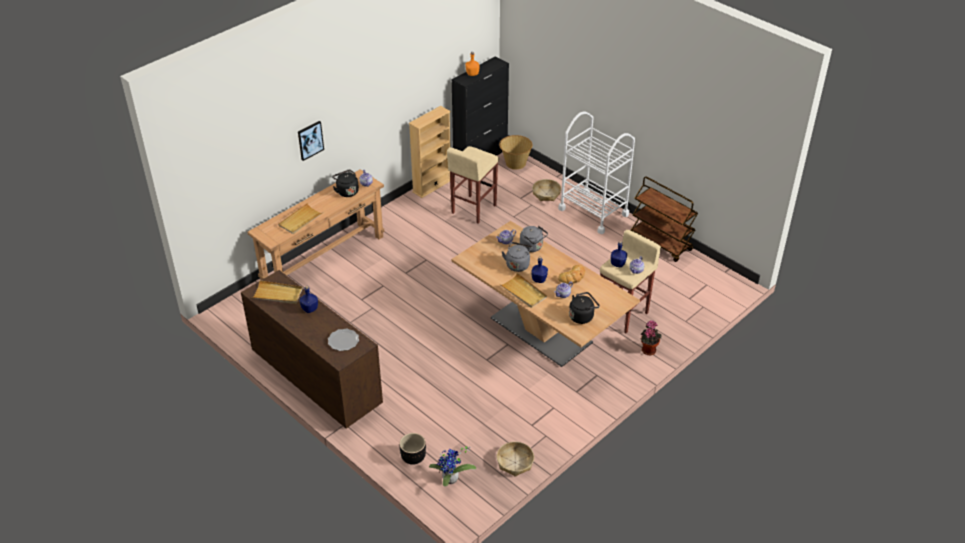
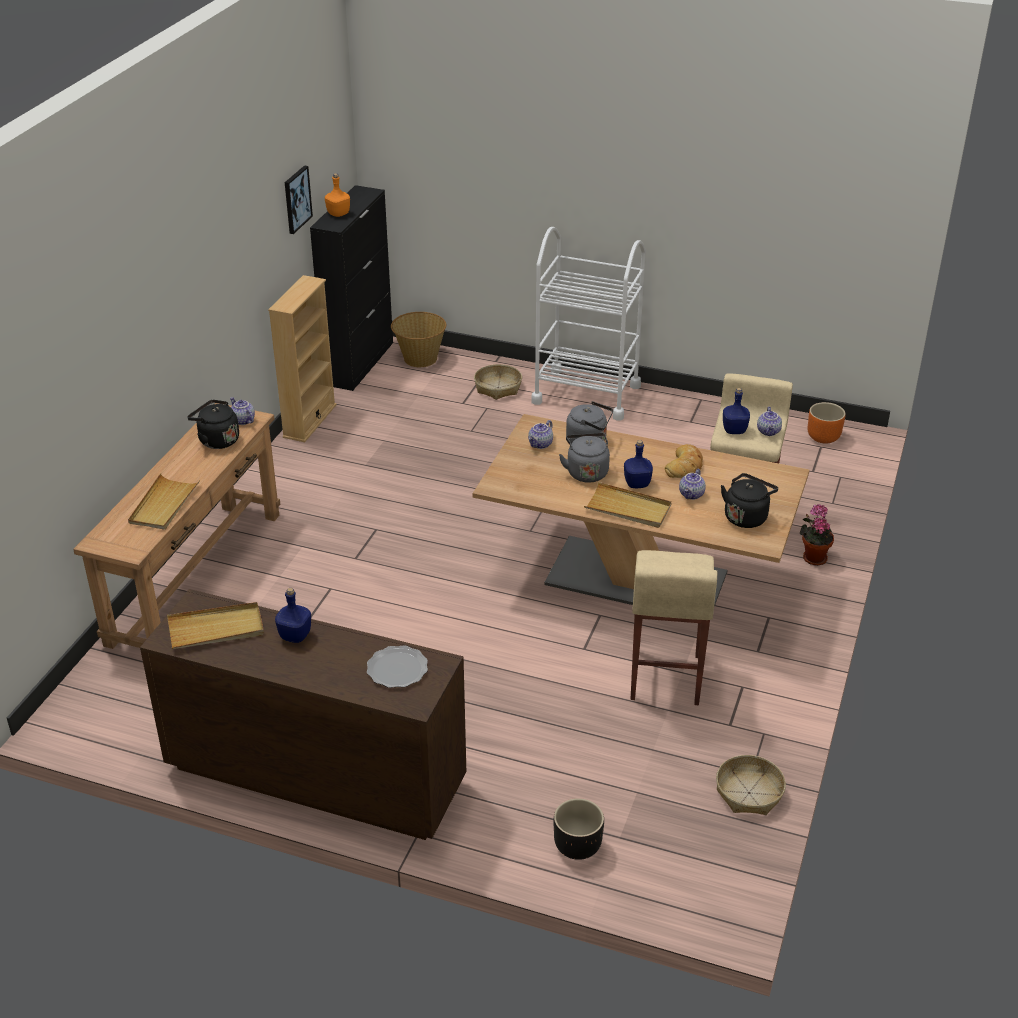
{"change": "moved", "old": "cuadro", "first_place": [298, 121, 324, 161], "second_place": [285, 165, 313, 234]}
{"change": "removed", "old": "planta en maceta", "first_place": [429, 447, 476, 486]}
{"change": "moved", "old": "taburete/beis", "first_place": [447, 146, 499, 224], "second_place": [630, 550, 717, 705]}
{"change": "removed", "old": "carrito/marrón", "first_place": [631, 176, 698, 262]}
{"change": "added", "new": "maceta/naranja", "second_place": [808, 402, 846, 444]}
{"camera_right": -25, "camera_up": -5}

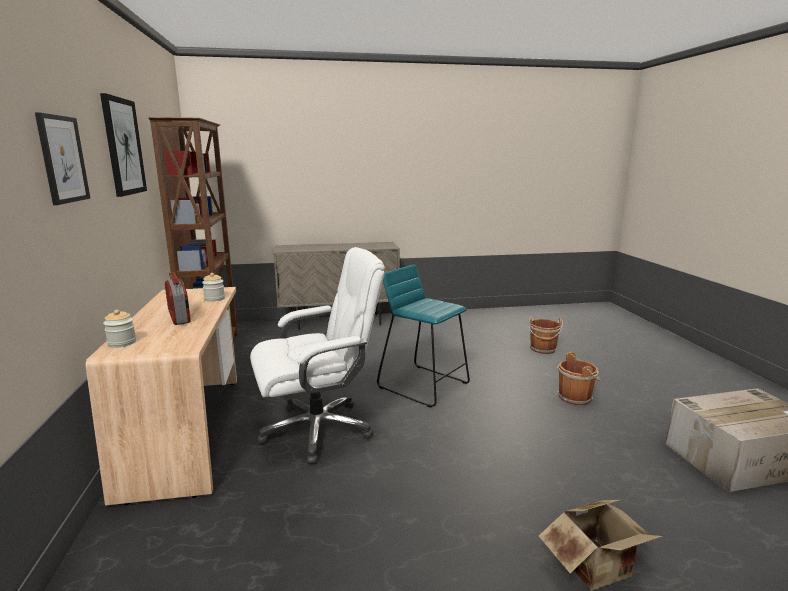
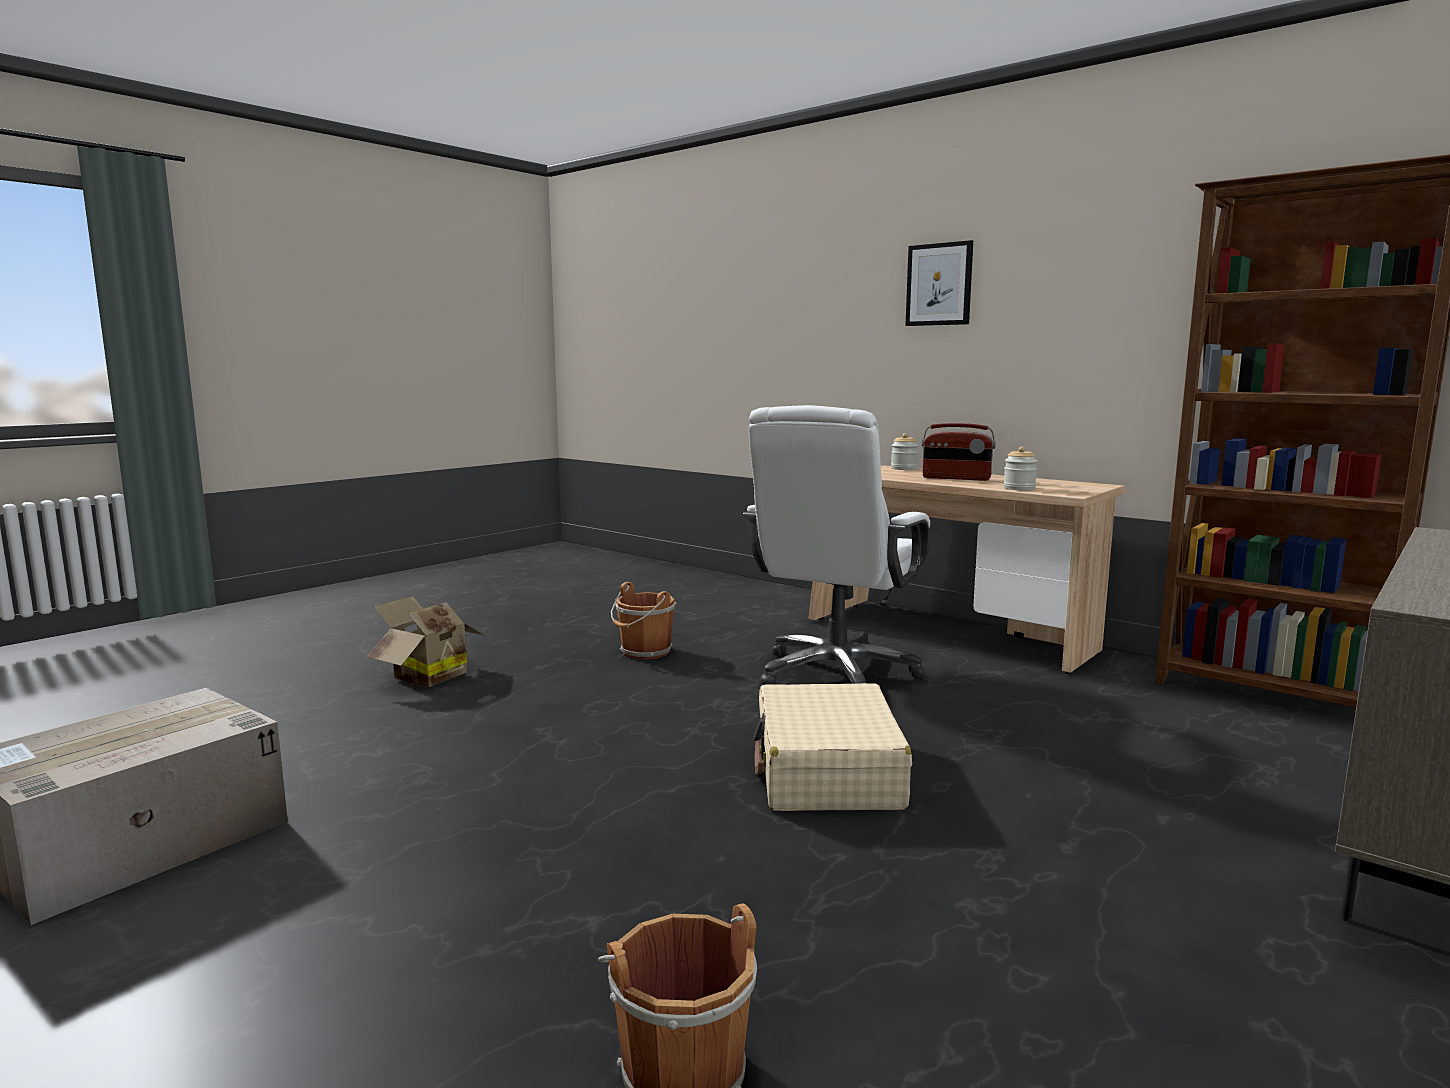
{"change": "removed", "old": "cuadro", "first_place": [100, 93, 147, 197]}
{"change": "replaced", "old": "taburete/turquesa", "new": "maleta/beis", "first_place": [377, 265, 470, 407], "second_place": [753, 683, 912, 811]}
{"change": "moved", "old": "cubo/marrón", "first_place": [557, 352, 601, 405], "second_place": [611, 582, 676, 660]}
{"camera_right": 140, "camera_up": -5}

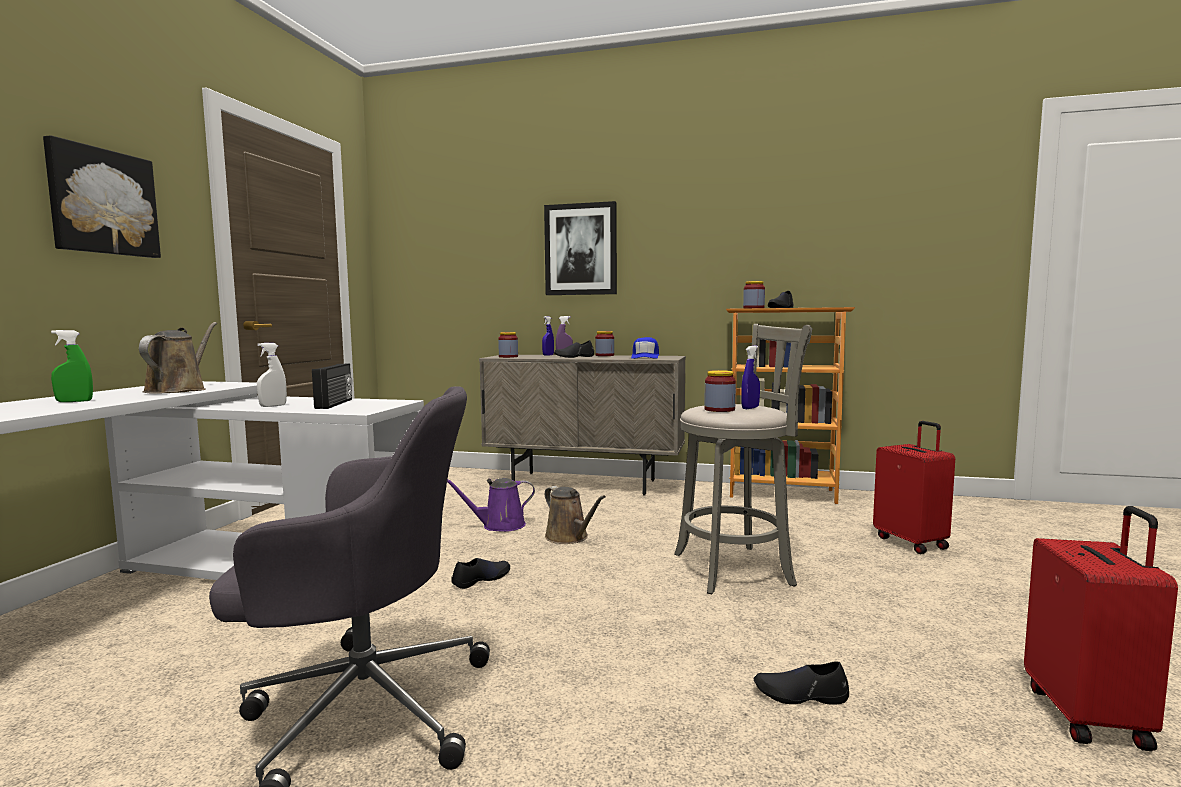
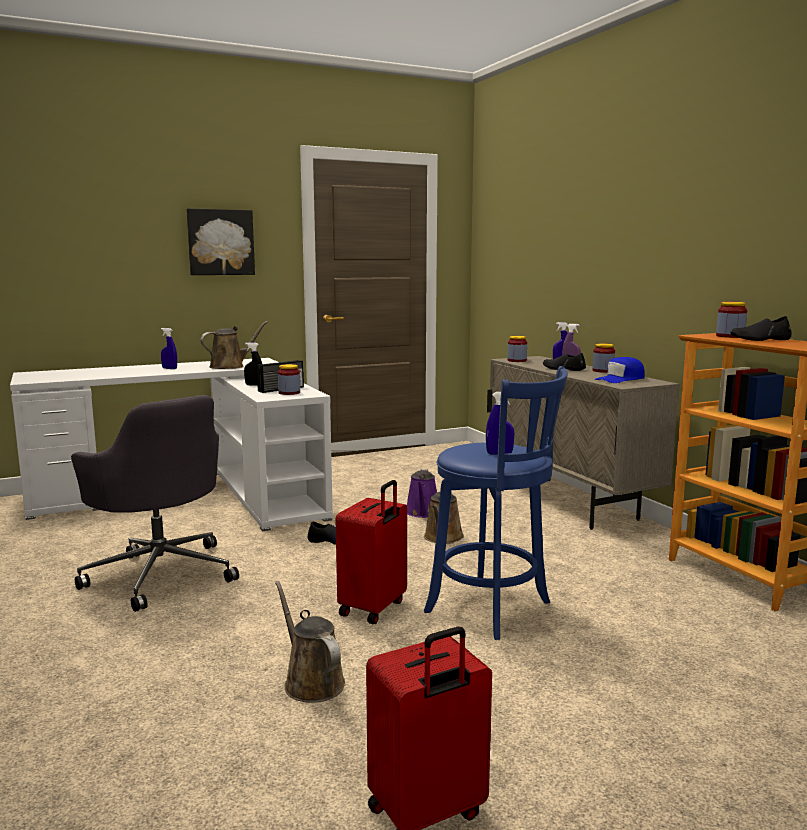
{"change": "recoloured", "old": "pulverizador/verde", "new": "pulverizador/azul", "first_place": [51, 330, 93, 402], "second_place": [161, 328, 177, 369]}
{"change": "recoloured", "old": "pulverizador/blanco", "new": "pulverizador/negro", "first_place": [257, 343, 287, 407], "second_place": [244, 342, 262, 386]}
{"change": "turned", "old": "regadera/morado", "first_place": [447, 478, 535, 532], "second_place": [407, 469, 437, 518], "degrees": -120}
{"change": "removed", "old": "cuadro", "first_place": [544, 201, 617, 295]}
{"change": "recoloured", "old": "taburete/gris", "new": "taburete/azul", "first_place": [674, 324, 812, 594], "second_place": [424, 366, 568, 640]}
{"change": "moved", "old": "tarro", "first_place": [704, 370, 736, 412], "second_place": [278, 364, 300, 395]}
{"change": "replaced", "old": "zapato/negro", "new": "regadera/marrón", "first_place": [754, 661, 849, 705], "second_place": [275, 581, 345, 703]}
{"change": "moved", "old": "maleta/rojo", "first_place": [873, 421, 955, 554], "second_place": [335, 480, 407, 624]}
{"camera_right": 50, "camera_up": 5}

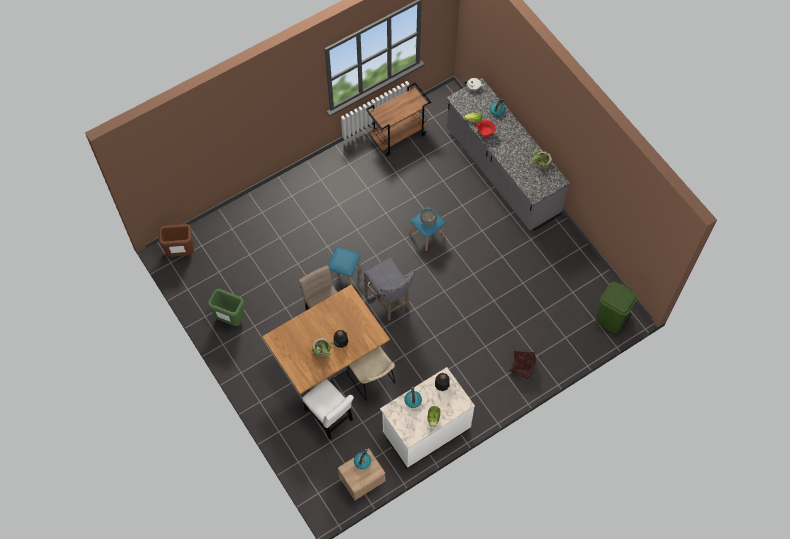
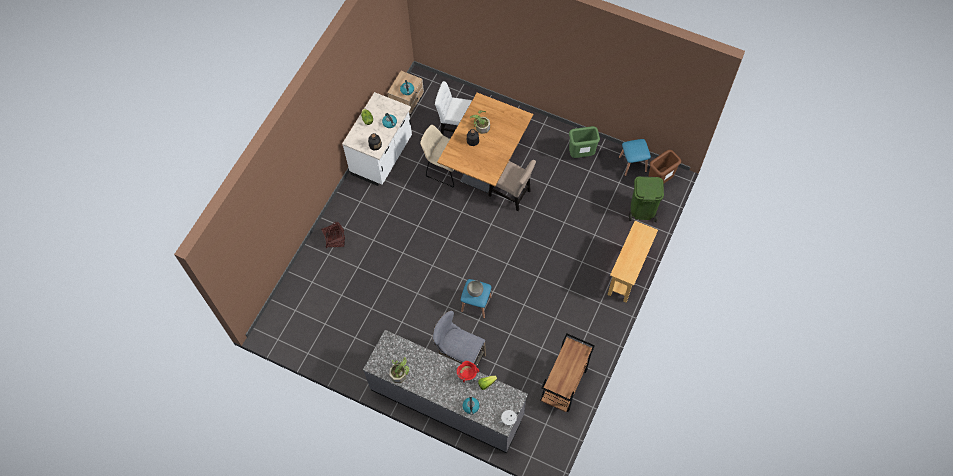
{"change": "moved", "old": "taburete/azul", "first_place": [328, 247, 361, 286], "second_place": [619, 139, 651, 176]}
{"change": "moved", "old": "taburete/gris", "first_place": [364, 258, 415, 320], "second_place": [432, 310, 486, 367]}
{"change": "moved", "old": "papelera/verde", "first_place": [595, 282, 638, 333], "second_place": [629, 176, 664, 222]}
{"change": "added", "new": "mesa consola/beis", "second_place": [608, 221, 658, 302]}
{"camera_right": 150, "camera_up": 0}

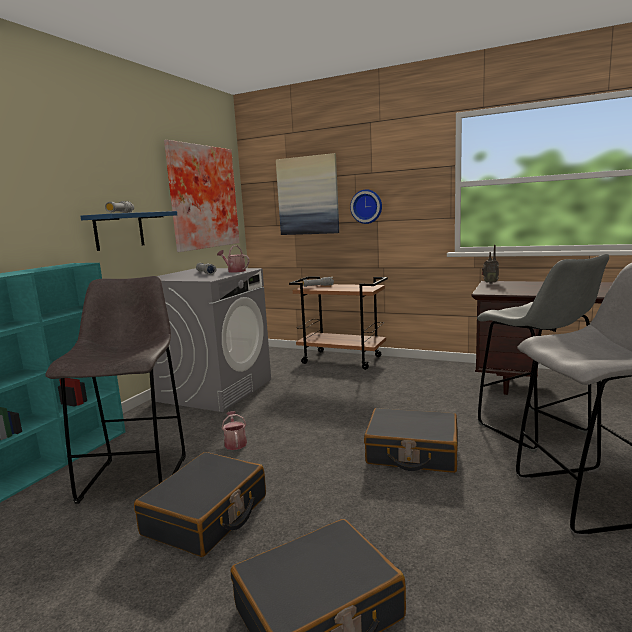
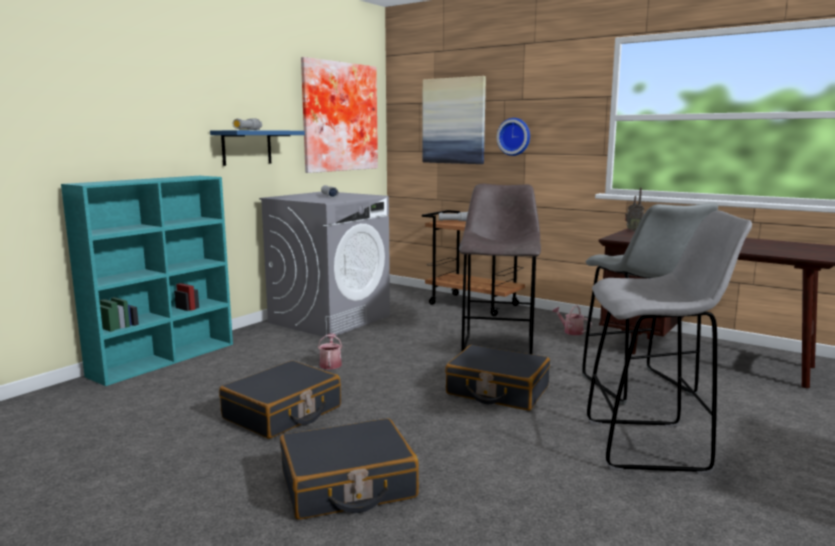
{"change": "moved", "old": "taburete/gris", "first_place": [45, 276, 186, 504], "second_place": [459, 184, 541, 354]}
{"change": "moved", "old": "regadera", "first_place": [217, 245, 249, 273], "second_place": [552, 305, 591, 335]}
{"camera_right": 10, "camera_up": 0}

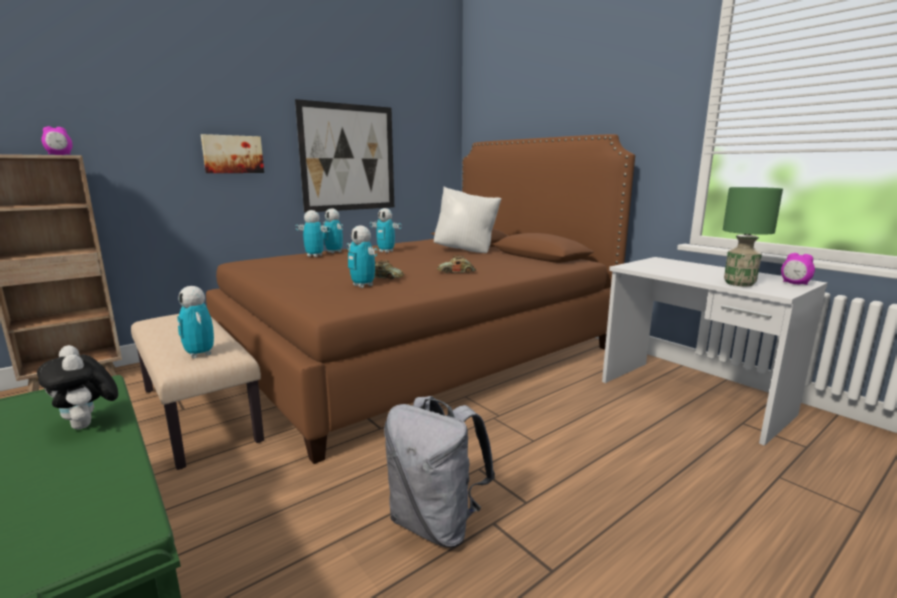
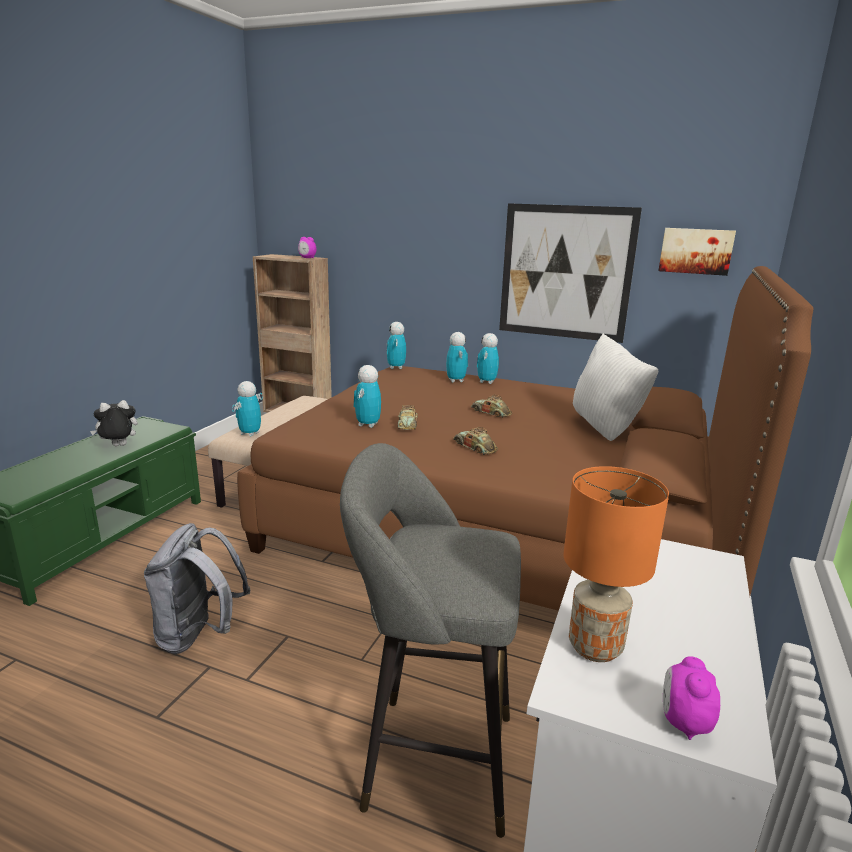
{"change": "turned", "old": "peluche", "first_place": [37, 345, 118, 430], "second_place": [90, 400, 138, 446], "degrees": 45}
{"change": "moved", "old": "cuadro", "first_place": [201, 134, 264, 173], "second_place": [659, 228, 736, 276]}
{"change": "moved", "old": "robot de juguete", "first_place": [370, 208, 402, 253], "second_place": [387, 322, 406, 369]}
{"change": "recoloured", "old": "lámpara de mesa/verde", "new": "lámpara de mesa/naranja", "first_place": [723, 187, 783, 287], "second_place": [563, 466, 669, 662]}
{"change": "added", "new": "taburete/gris", "second_place": [340, 443, 521, 838]}
{"change": "added", "new": "coche de juguete", "second_place": [471, 395, 512, 418]}
{"camera_right": 60, "camera_up": 5}

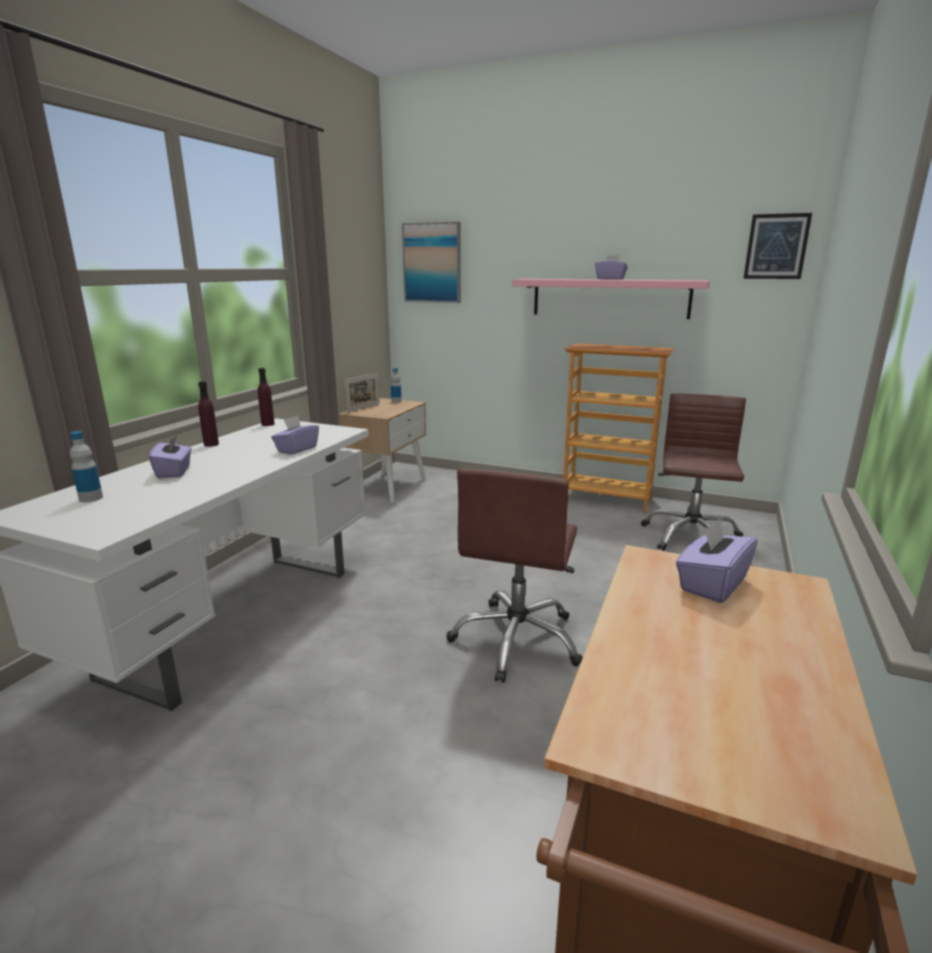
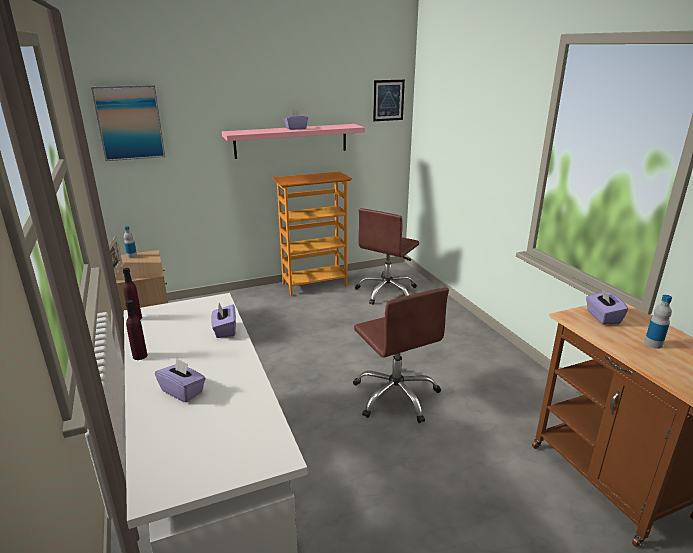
{"change": "moved", "old": "botella", "first_place": [70, 431, 103, 502], "second_place": [644, 295, 672, 349]}
{"change": "turned", "old": "silla de oficina/marrón", "first_place": [641, 393, 746, 551], "second_place": [355, 208, 419, 305], "degrees": -120}
{"camera_right": -45, "camera_up": 5}

